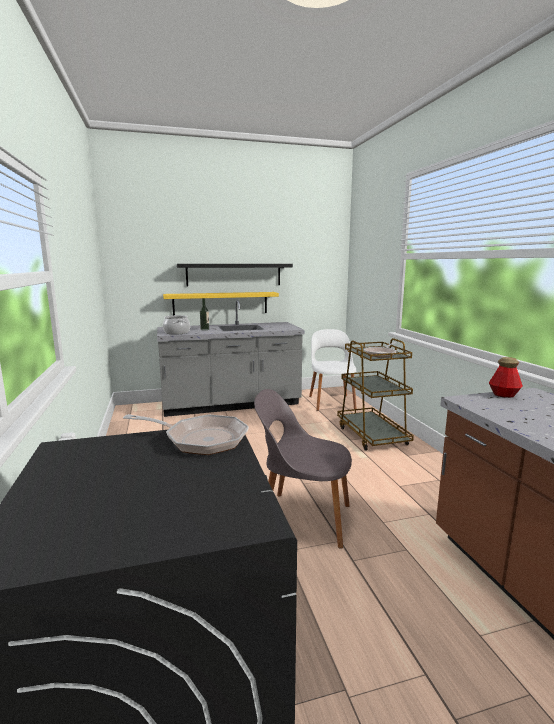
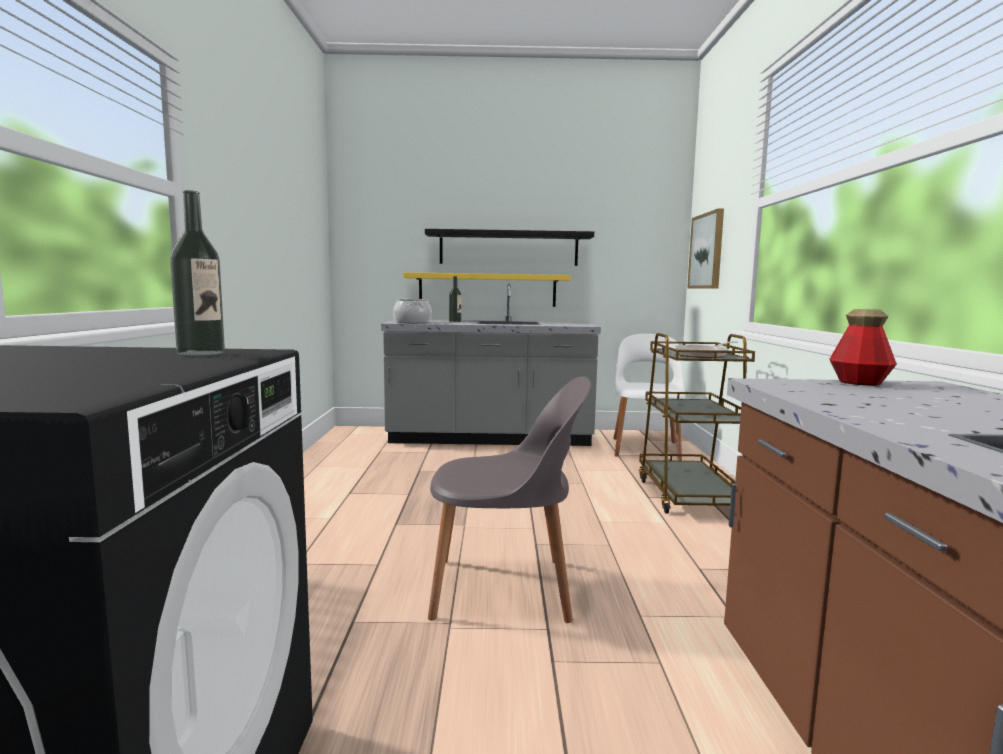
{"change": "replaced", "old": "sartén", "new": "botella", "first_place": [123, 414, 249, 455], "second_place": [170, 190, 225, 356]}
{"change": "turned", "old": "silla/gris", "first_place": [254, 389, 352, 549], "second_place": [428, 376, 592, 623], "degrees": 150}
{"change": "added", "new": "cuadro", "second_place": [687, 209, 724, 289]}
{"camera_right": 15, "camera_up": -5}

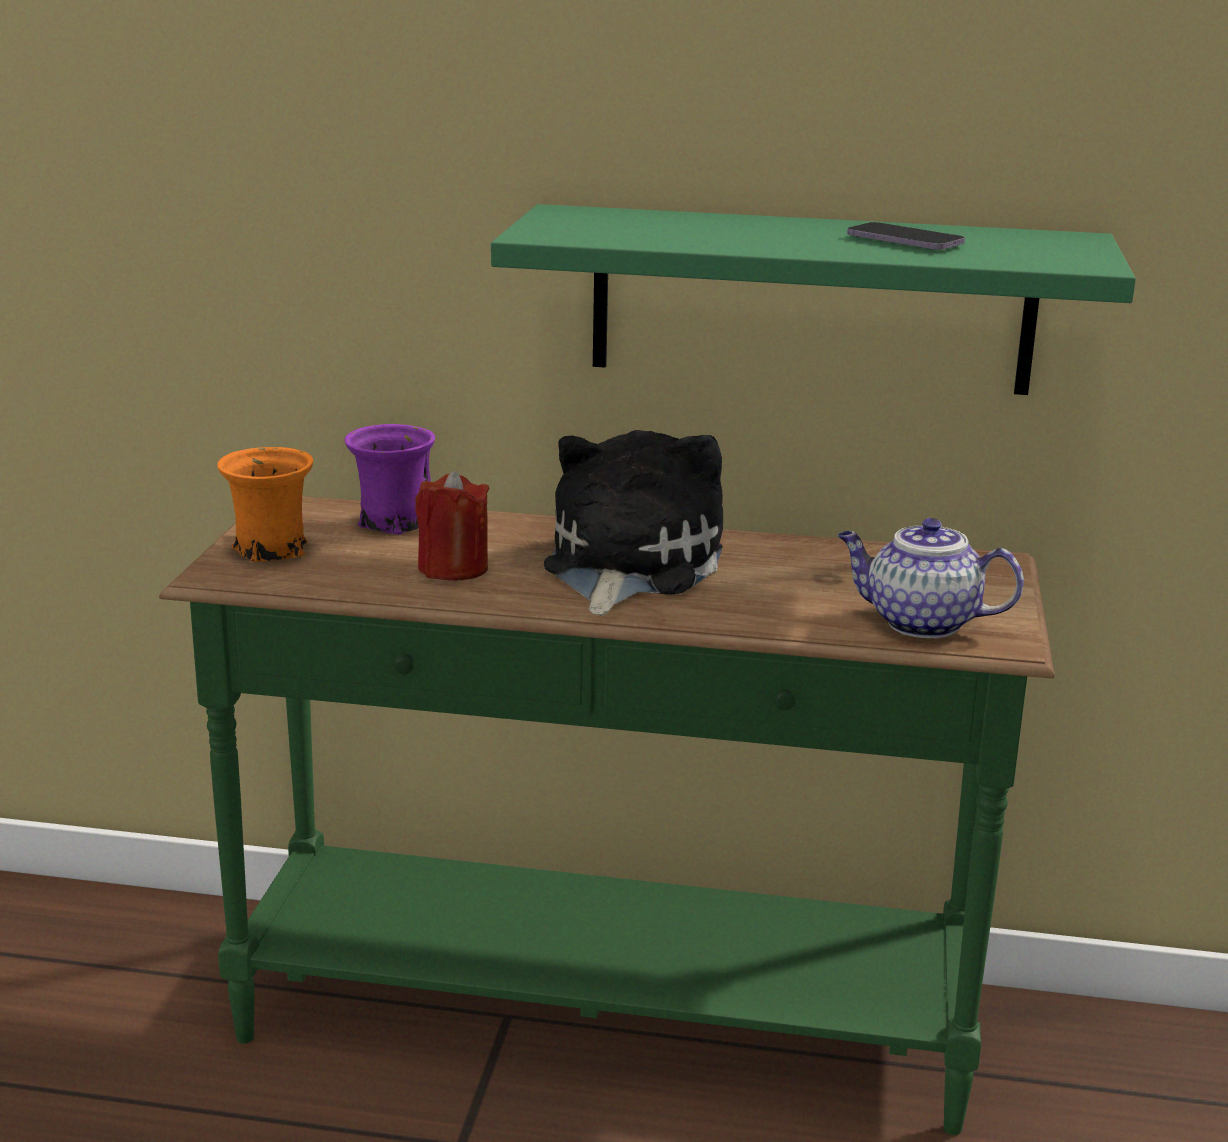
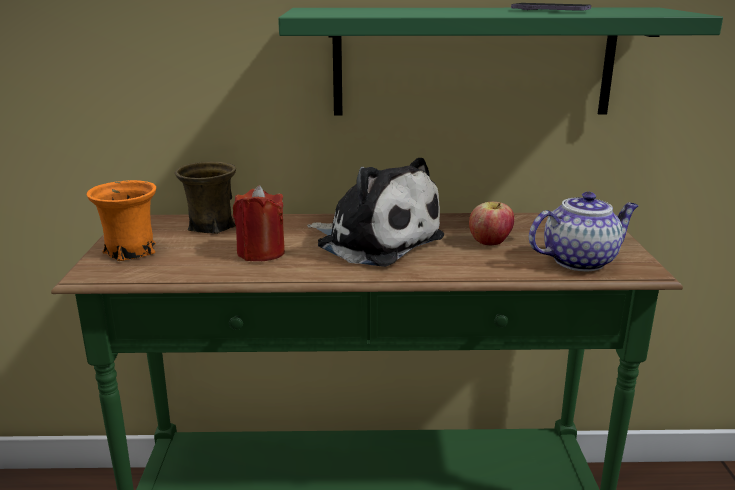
{"change": "recoloured", "old": "taza grande/morado", "new": "taza grande/marrón", "first_place": [345, 424, 435, 535], "second_place": [175, 162, 236, 234]}
{"change": "turned", "old": "peluche", "first_place": [544, 430, 723, 616], "second_place": [307, 158, 444, 267], "degrees": 120}
{"change": "turned", "old": "tetera", "first_place": [837, 518, 1024, 638], "second_place": [529, 192, 639, 271], "degrees": 150}
{"change": "added", "new": "manzana", "second_place": [469, 202, 514, 245]}
{"camera_right": -10, "camera_up": 0}

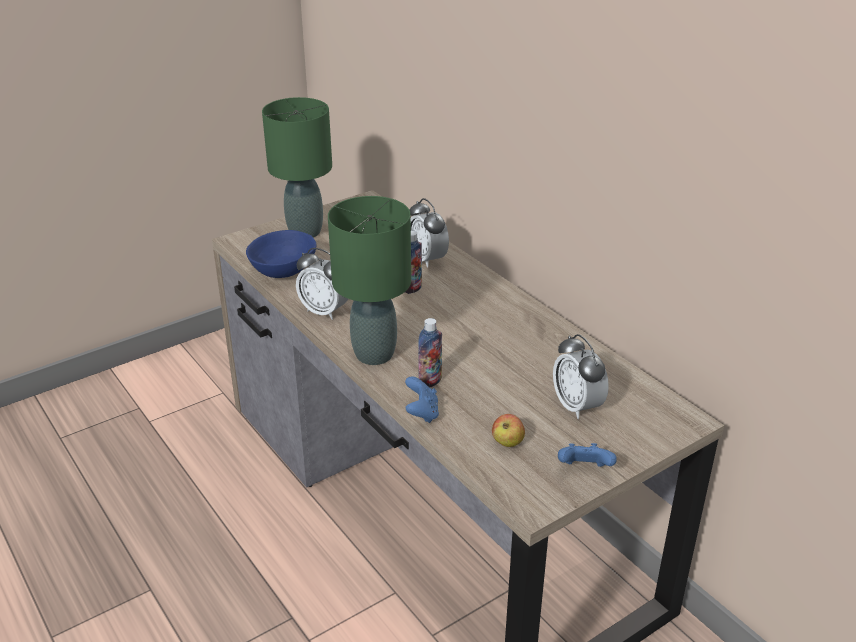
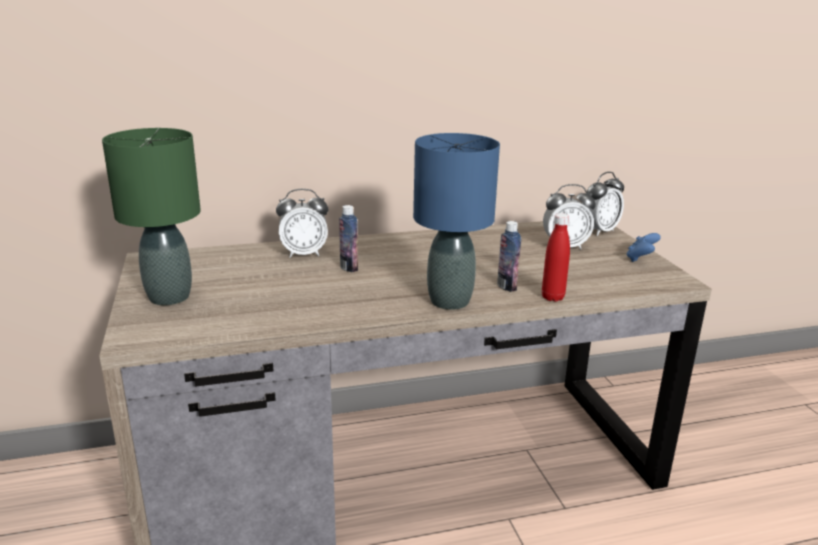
{"change": "removed", "old": "cuenco/azul", "first_place": [246, 230, 317, 278]}
{"change": "moved", "old": "despertador", "first_place": [296, 248, 348, 320], "second_place": [582, 172, 624, 236]}
{"change": "recoloured", "old": "lámpara de mesa/verde", "new": "lámpara de mesa/azul", "first_place": [328, 196, 411, 365], "second_place": [413, 133, 500, 310]}
{"change": "replaced", "old": "mando de consola/azul", "new": "botella/rojo", "first_place": [405, 376, 439, 423], "second_place": [542, 213, 570, 302]}
{"change": "removed", "old": "manzana", "first_place": [492, 414, 525, 447]}
{"camera_right": -70, "camera_up": -10}

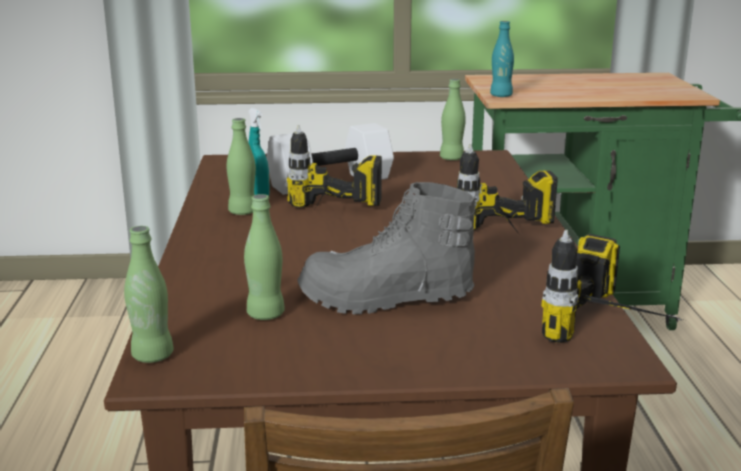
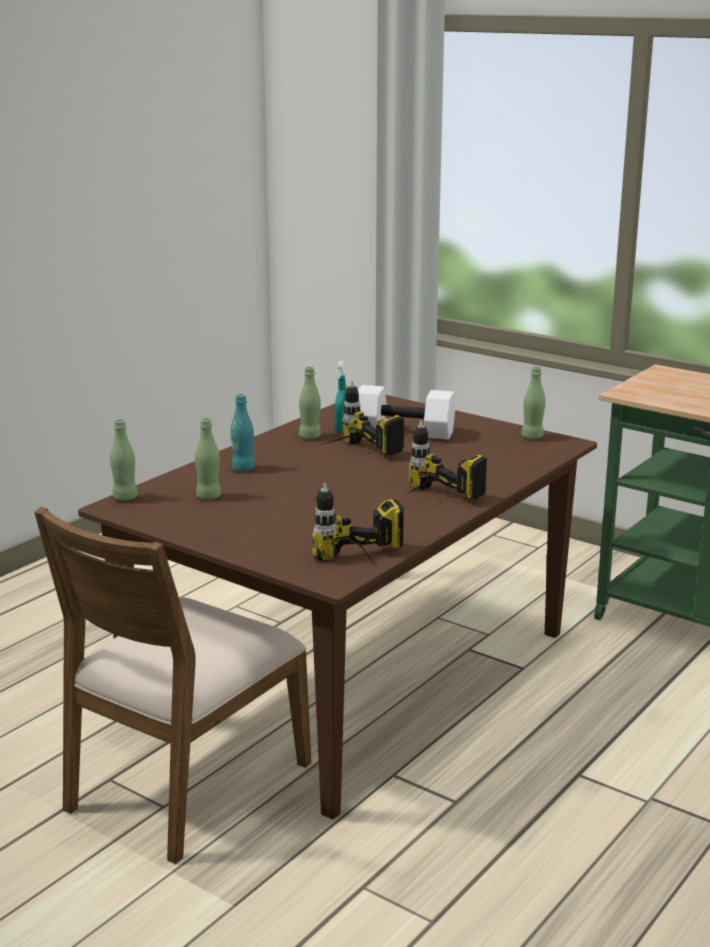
{"change": "removed", "old": "bota/gris", "first_place": [297, 182, 477, 314]}
{"change": "moved", "old": "botella/turquesa", "first_place": [490, 21, 514, 97], "second_place": [230, 394, 255, 471]}
{"camera_right": 40, "camera_up": 0}

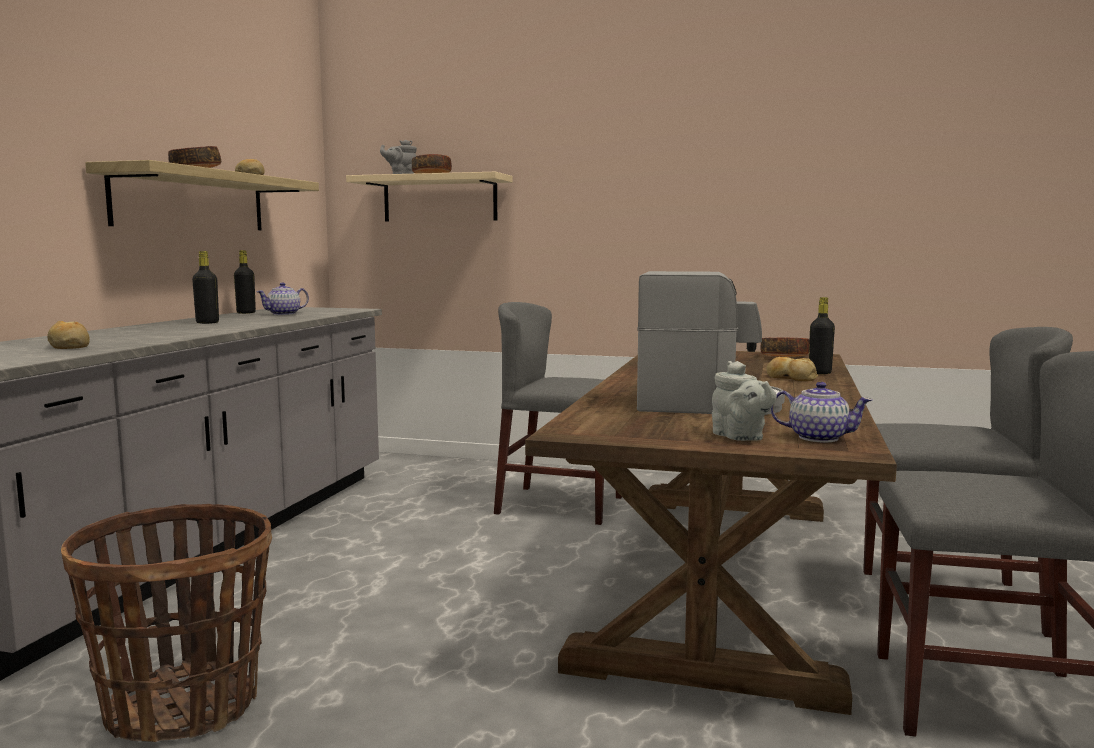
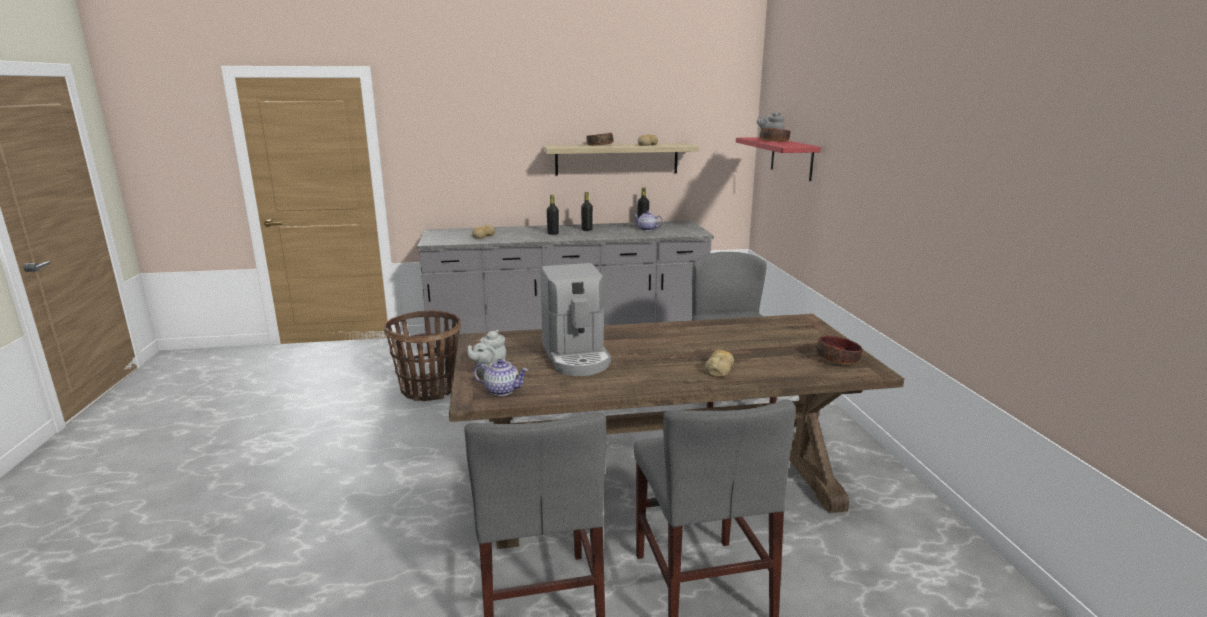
{"change": "recoloured", "old": "estante/beis", "new": "estante/rojo", "first_place": [346, 172, 513, 222], "second_place": [736, 137, 821, 181]}
{"change": "turned", "old": "tetera", "first_place": [770, 382, 872, 442], "second_place": [474, 359, 528, 396], "degrees": -75}
{"change": "moved", "old": "botella/negro", "first_place": [809, 297, 835, 374], "second_place": [547, 195, 559, 235]}
{"camera_right": 65, "camera_up": 10}

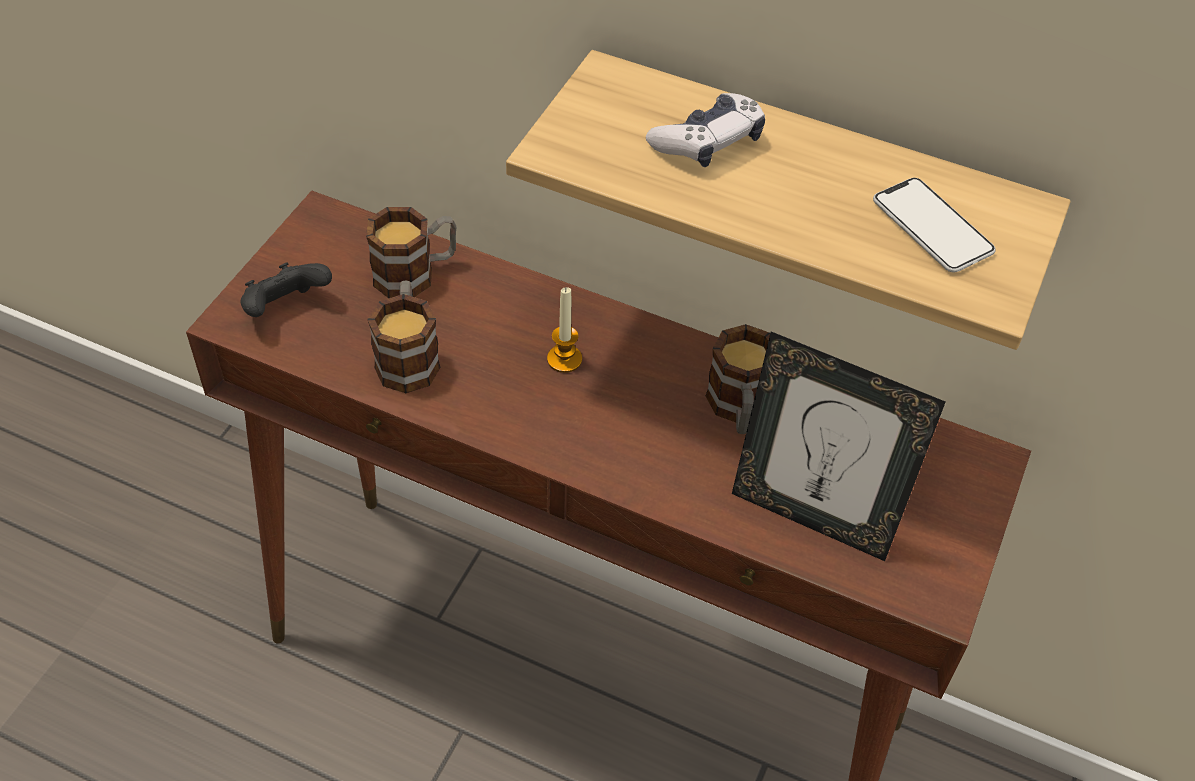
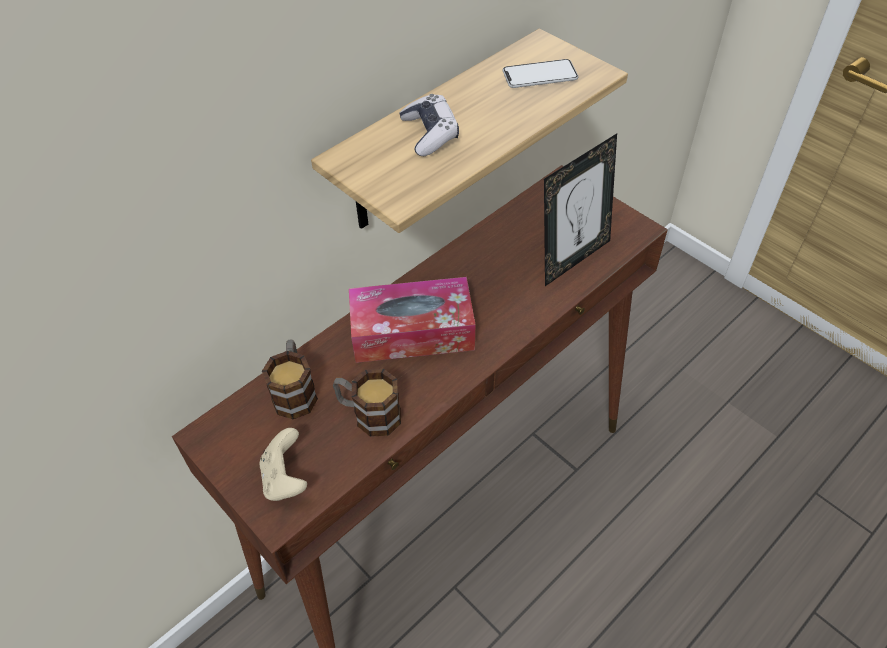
{"change": "recoloured", "old": "mando de consola/negro", "new": "mando de consola/beis", "first_place": [241, 262, 332, 317], "second_place": [260, 428, 307, 501]}
{"change": "replaced", "old": "vela", "new": "caja de pañuelos", "first_place": [547, 287, 582, 373], "second_place": [349, 277, 475, 363]}
{"change": "removed", "old": "taza grande", "first_place": [706, 324, 770, 434]}
{"camera_right": -65, "camera_up": 0}

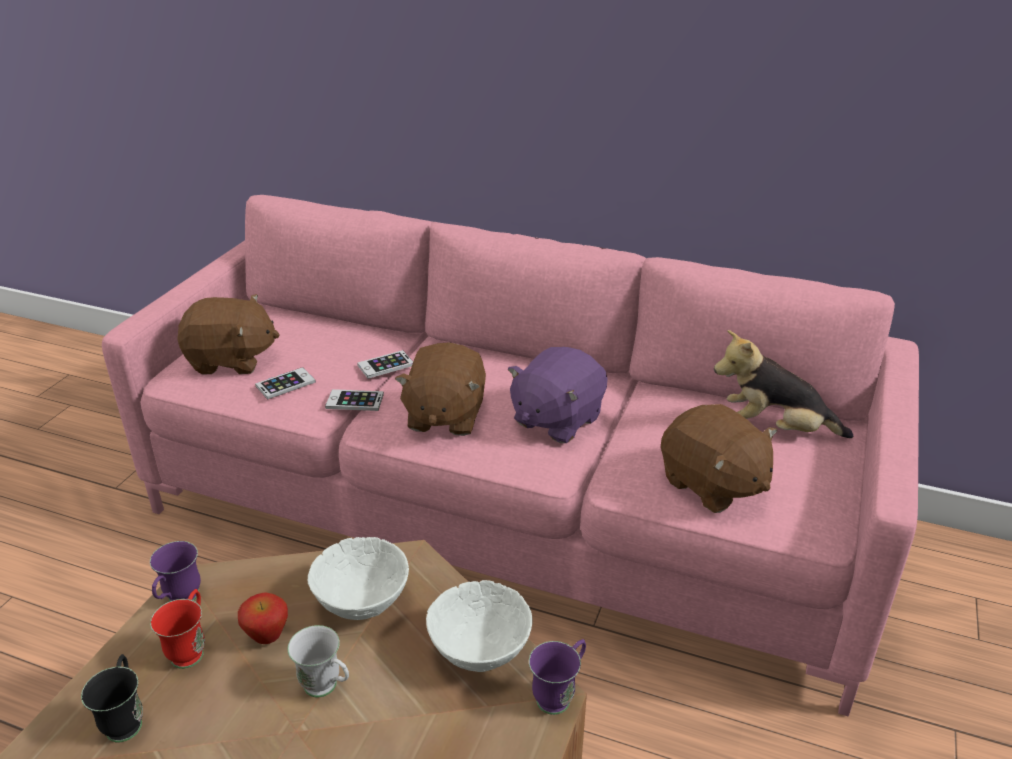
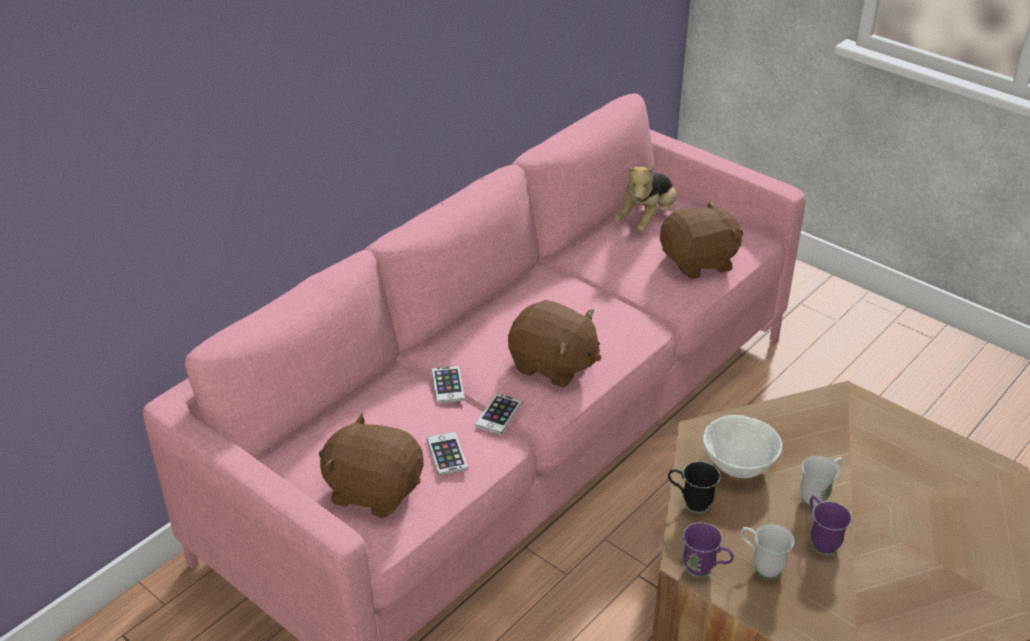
{"change": "moved", "old": "taza grande/negro", "first_place": [81, 654, 143, 742], "second_place": [668, 461, 720, 513]}
{"change": "recoloured", "old": "taza grande/rojo", "new": "taza grande/blanco", "first_place": [150, 589, 205, 669], "second_place": [740, 524, 795, 579]}
{"change": "turned", "old": "peluche/marrón", "first_place": [177, 294, 280, 375], "second_place": [319, 413, 424, 518], "degrees": -90}
{"change": "removed", "old": "manzana", "first_place": [238, 592, 288, 644]}
{"change": "removed", "old": "cuenco/blanco", "first_place": [426, 580, 532, 672]}
{"change": "removed", "old": "peluche/morado", "first_place": [508, 347, 607, 443]}
{"change": "moved", "old": "taza grande/morado", "first_place": [529, 639, 586, 715], "second_place": [810, 495, 852, 555]}
{"camera_right": -70, "camera_up": 5}

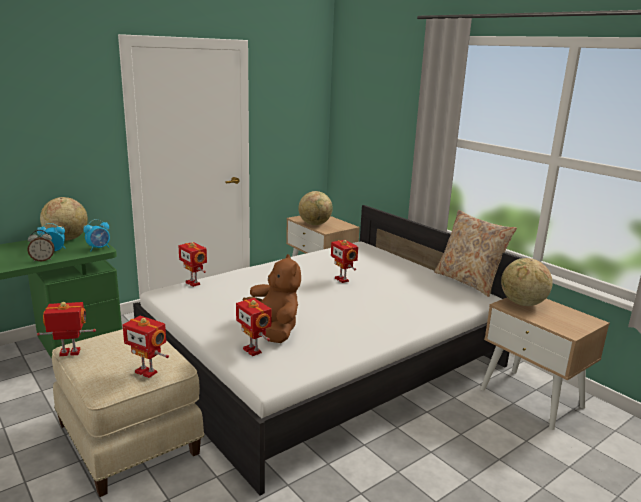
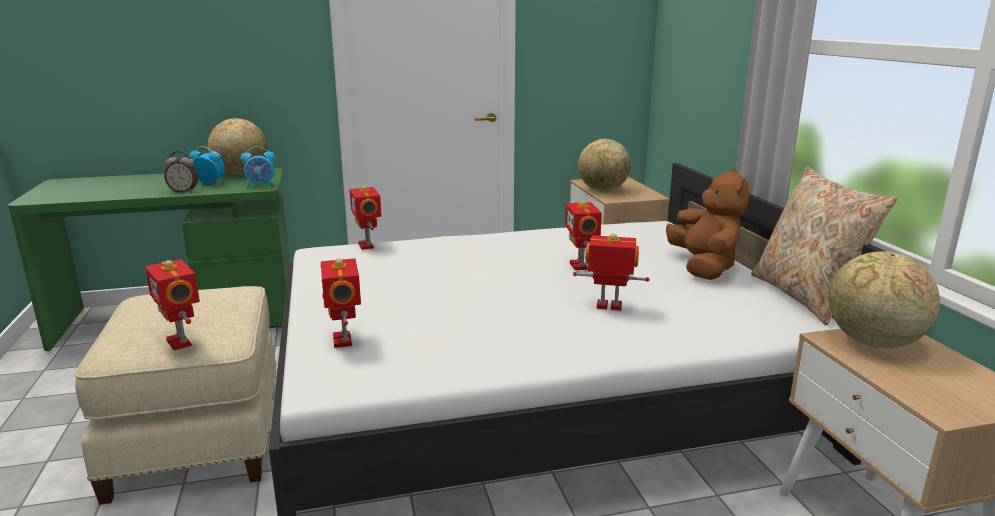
{"change": "moved", "old": "robot de juguete", "first_place": [37, 302, 96, 356], "second_place": [573, 233, 650, 311]}
{"change": "moved", "old": "peluche/marrón", "first_place": [243, 254, 301, 343], "second_place": [666, 168, 749, 280]}
{"camera_right": 25, "camera_up": 0}

